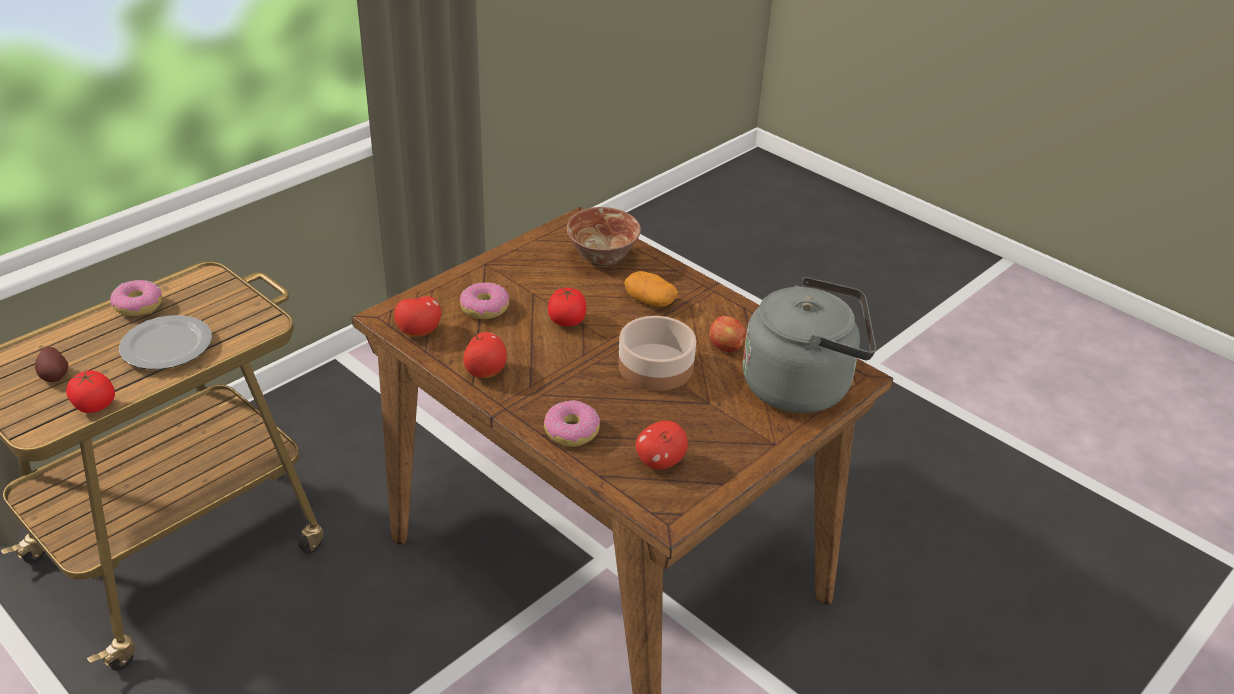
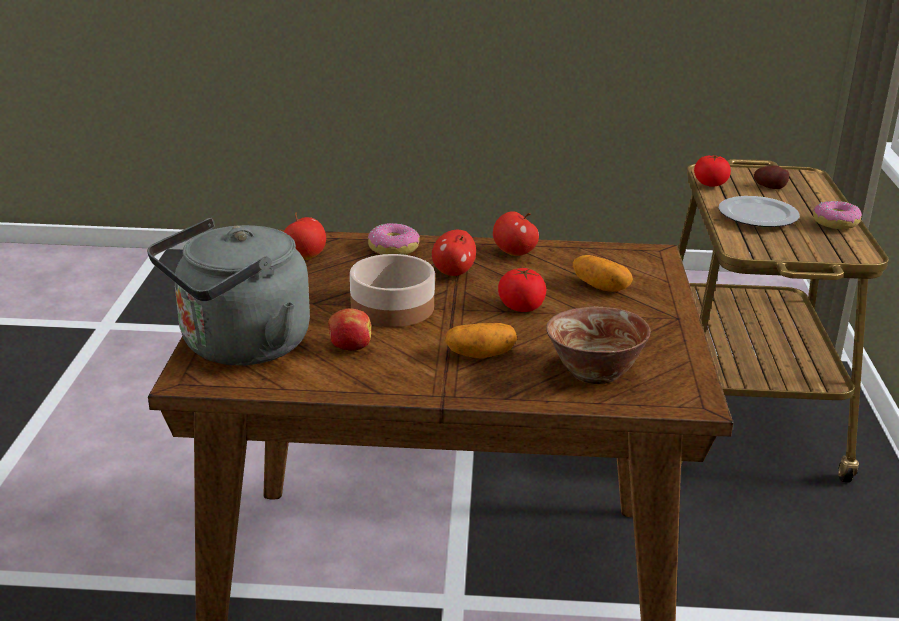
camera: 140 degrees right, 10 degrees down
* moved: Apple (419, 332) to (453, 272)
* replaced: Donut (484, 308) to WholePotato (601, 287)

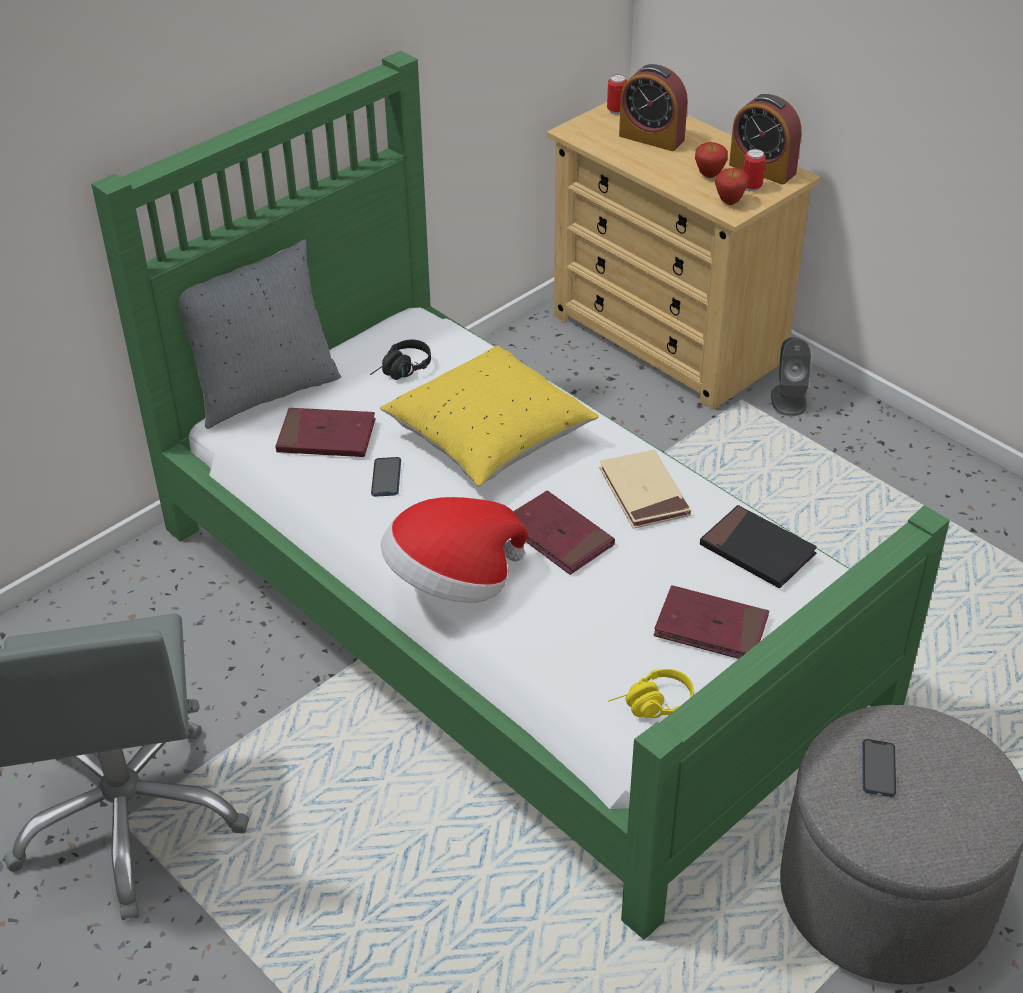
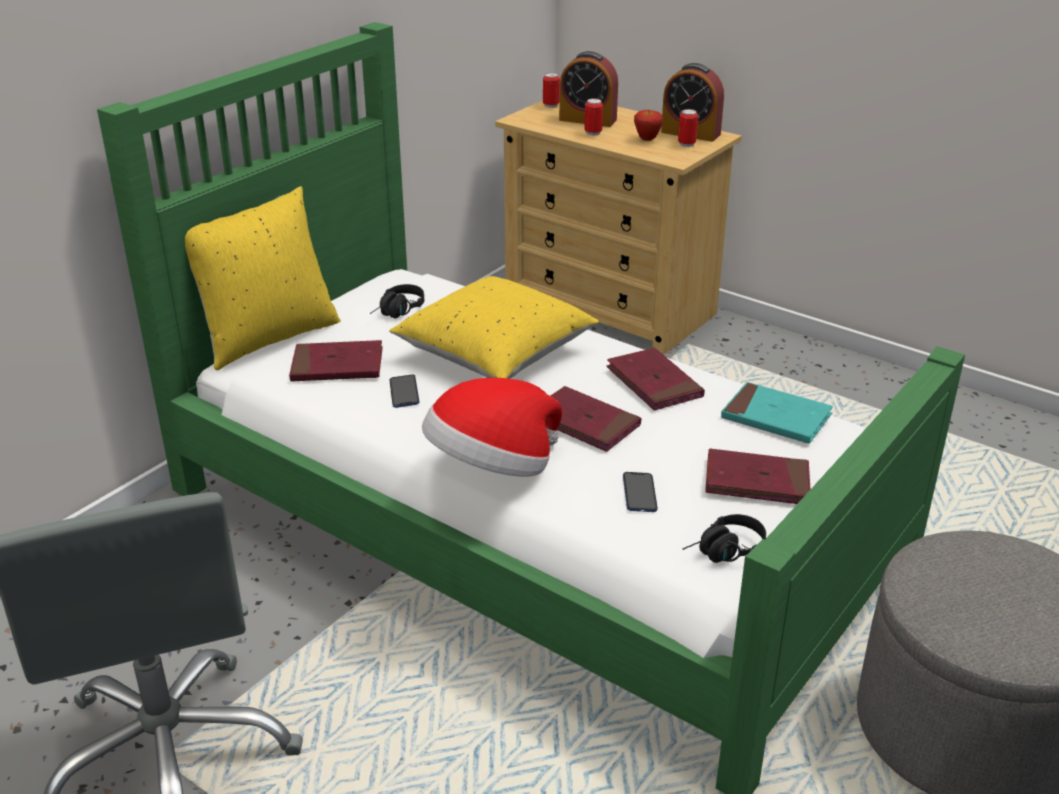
camera: 10 degrees left, 10 degrees down
* removed: Apple (729, 202)
* removed: GraySpeaker (788, 399)
* added: SealedCan (593, 133)
* moved: Telephone (878, 769) to (639, 493)
* recoloured: GrayCushion (264, 391) to YellowCushion (267, 337)
* recoloured: SandColouredBook (643, 493) to ReddishBook (654, 383)
* recoloured: YellowHeadphones (651, 706) to BlackColouredHeadphones (724, 553)
* recoloured: BlackColouredBook (757, 551) to TurquoiseColouredBook (776, 417)

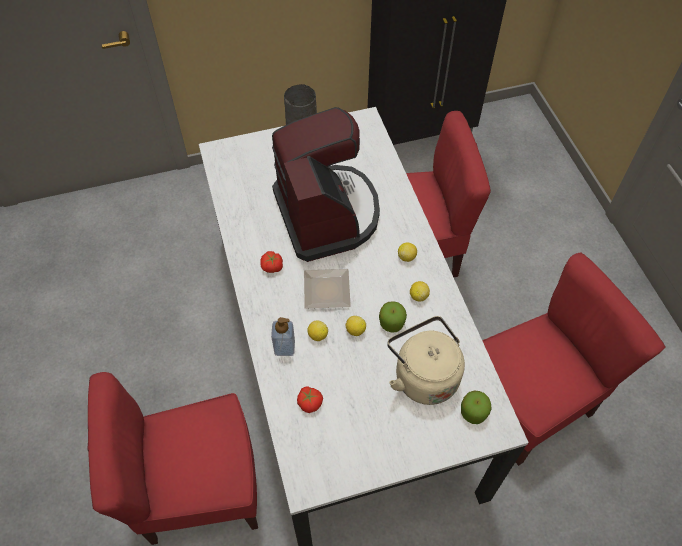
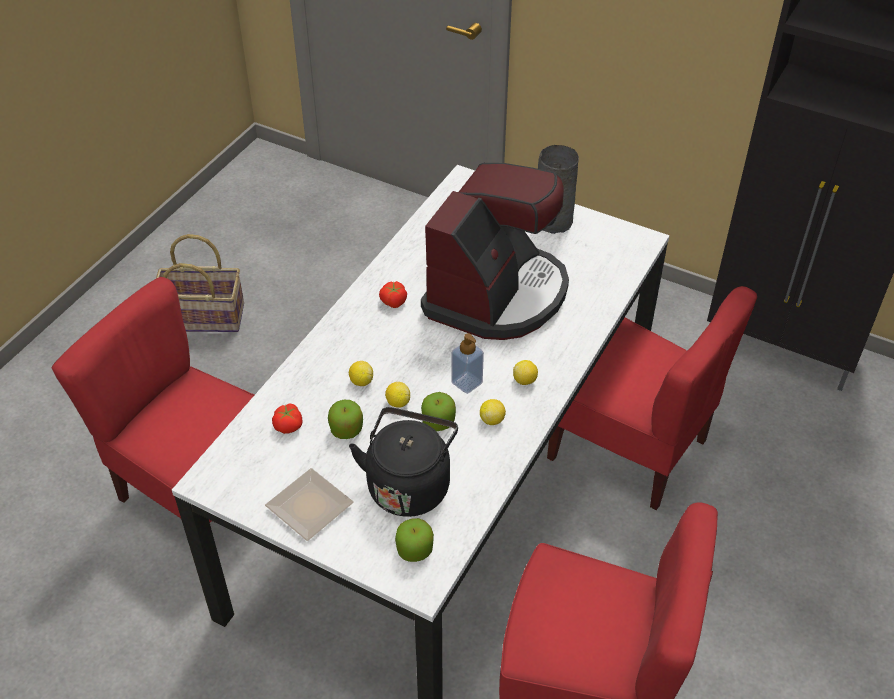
camera: 45 degrees right, 10 degrees down
* added: StorageBasket (203, 316)
* added: Apple (346, 429)
* moved: LiquidSoapBottle (284, 347) to (467, 382)
* moved: Plate (328, 292) to (309, 509)
* recoloured: SandColouredKettle (423, 375) to BlackColouredKettle (409, 484)

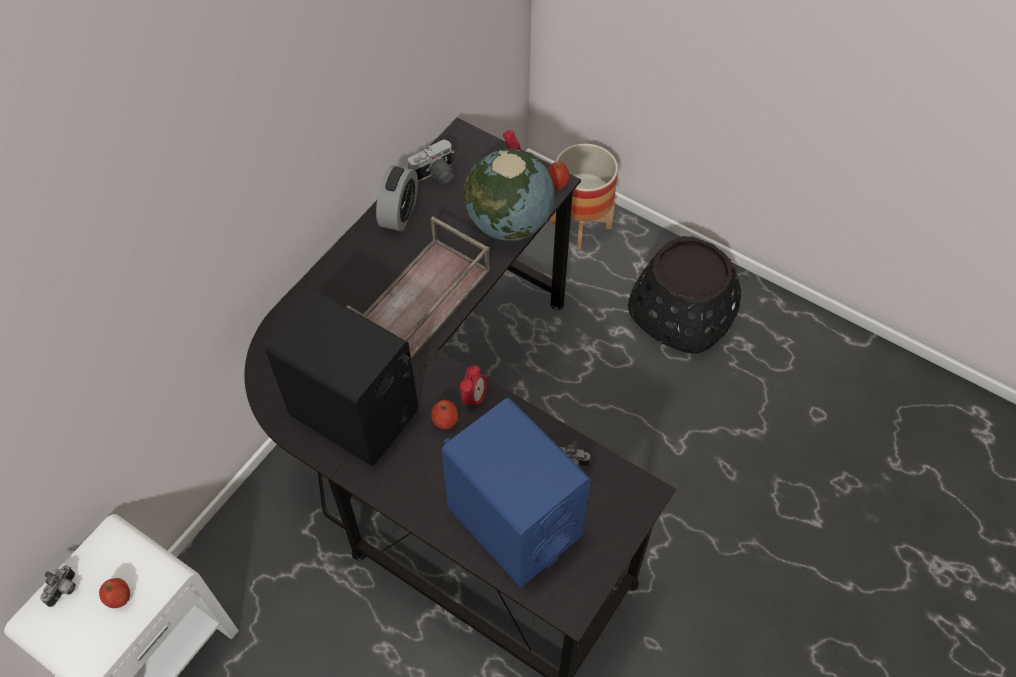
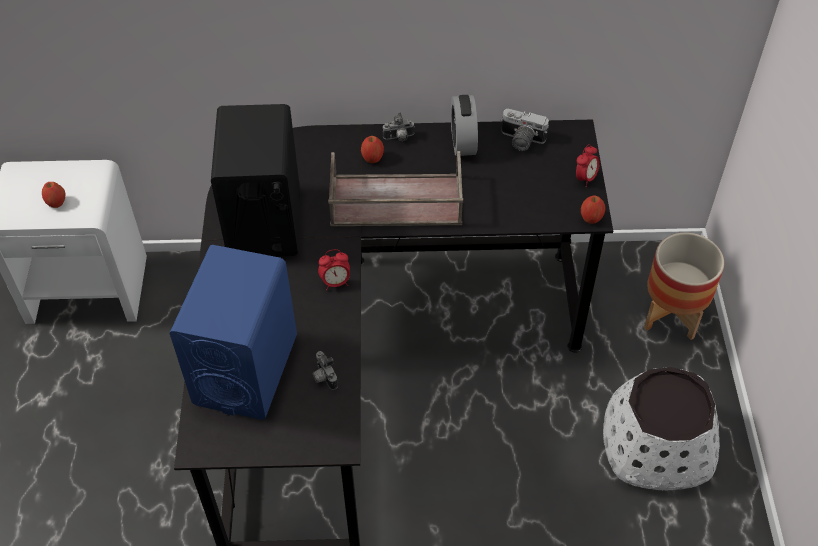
camera: 55 degrees right, 5 degrees down
* removed: WorldGlobe (509, 224)
* moved: StillCamera (65, 590) to (399, 138)
* moved: Apple (445, 421) to (372, 158)
* recoloured: BlackColouredPlantPot (681, 311) to WhiteColouredPlantPot (657, 444)
* turned: BedsideClock (399, 214) = (463, 142) 105 degrees clockwise

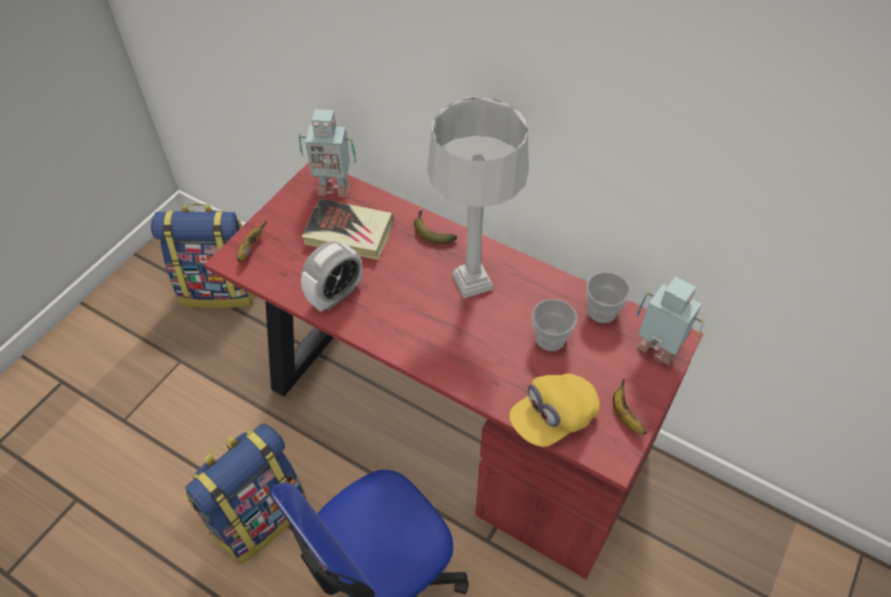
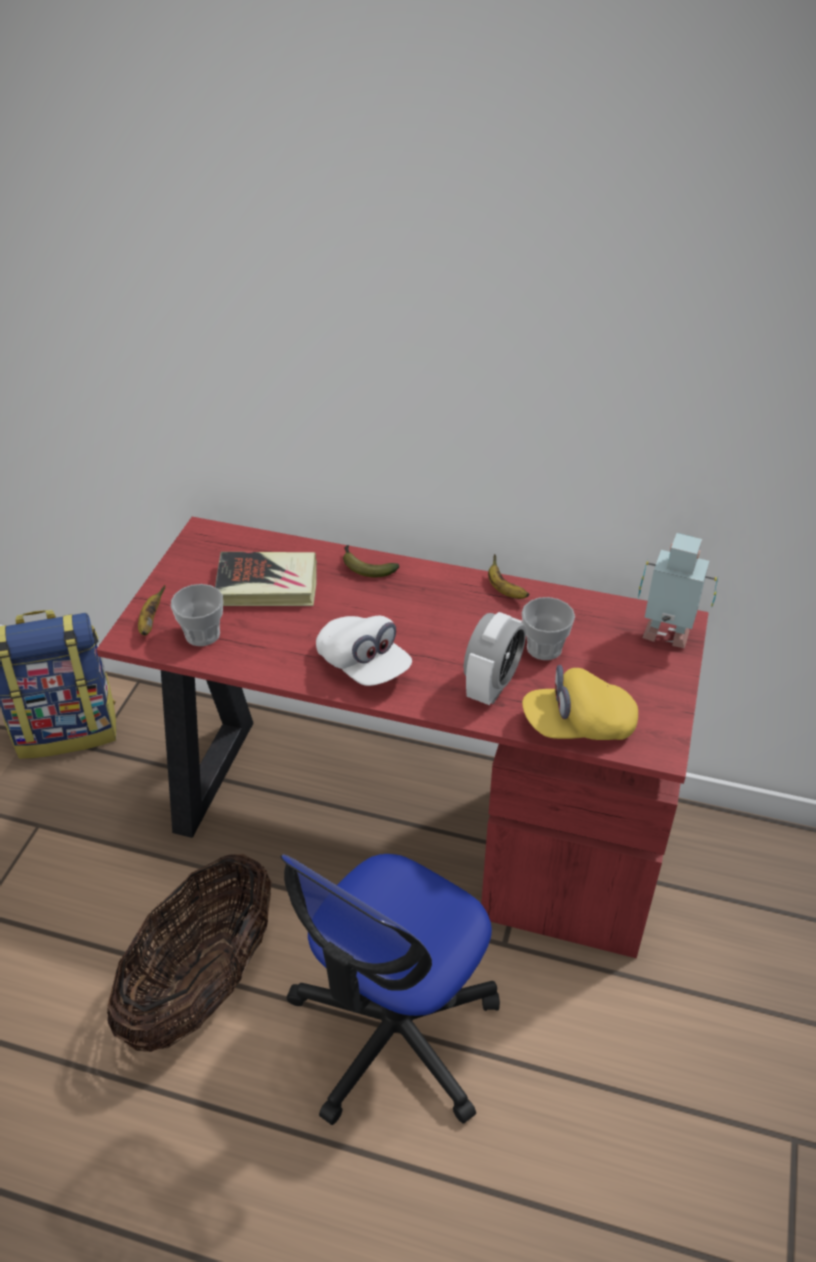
camera: 15 degrees left, 10 degrees down
* removed: RobotFigure (333, 186)
* removed: GrayTabletopLamp (473, 281)
* added: WhiteColouredBaseballCap (364, 665)
* moved: BedsideClock (335, 295) to (492, 685)
* moved: SmallCup (602, 311) to (202, 634)
* moved: Banana (625, 416) to (504, 590)
* replaced: Rucksack (259, 515) to StorageBasket (203, 985)
* turned: YellowBaseballCap (553, 418) = (578, 725) 45 degrees clockwise

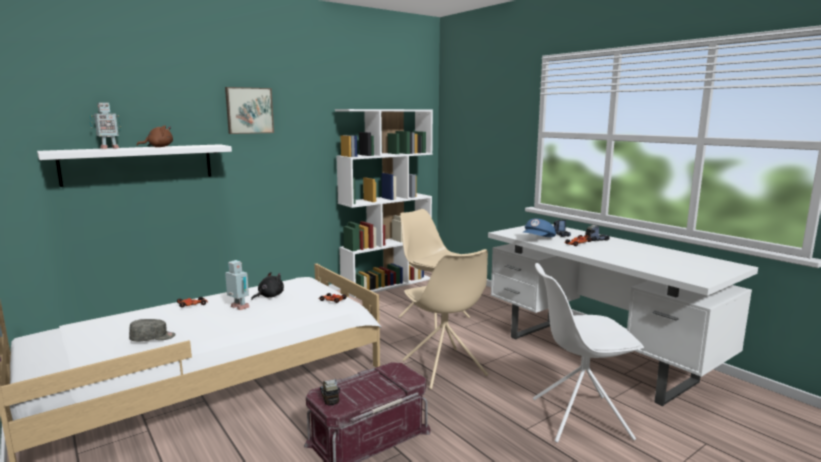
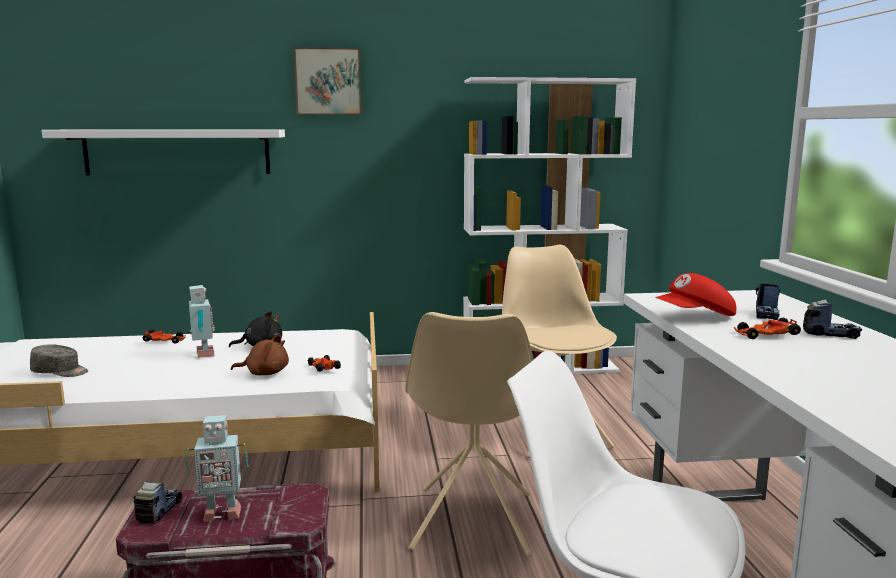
camera: 30 degrees right, 0 degrees up
* moved: RobotFigure (108, 148) to (221, 513)
* moved: BrownCuddlyToy (158, 147) to (265, 373)
* recoloured: BluishBaseballCap (538, 239) to ReddishBaseballCap (695, 317)

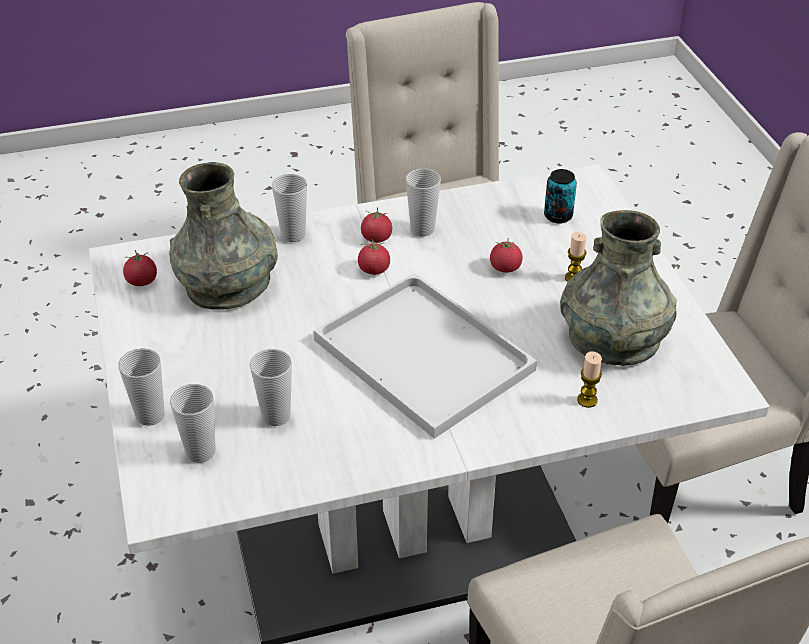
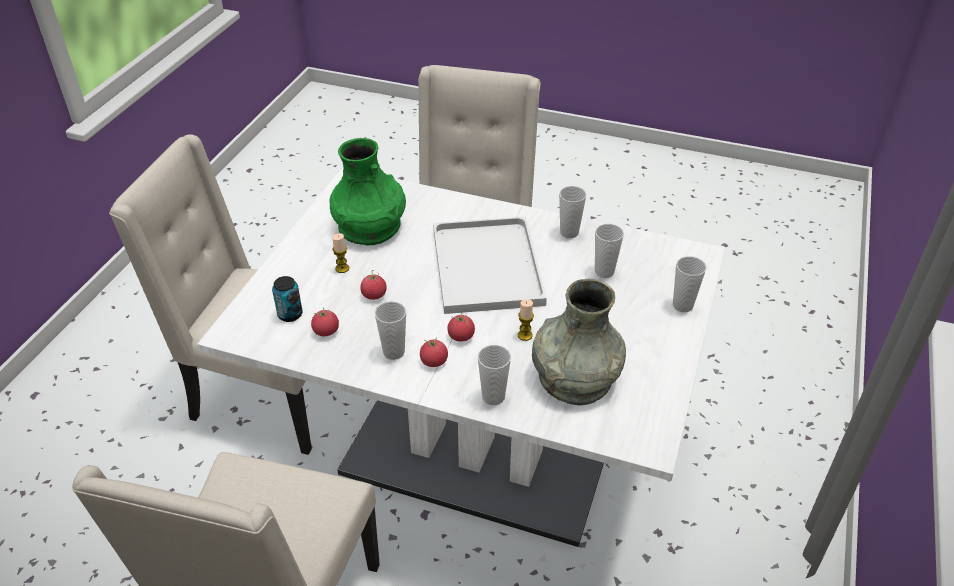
camera: 145 degrees left, 0 degrees up
* moved: WholeTomato (142, 281) to (326, 331)
* moved: SmallCup (200, 452) to (569, 232)
* moved: Candle (587, 400) to (525, 335)
* recoloured: GrayVase (613, 338) to GreenVase (369, 226)

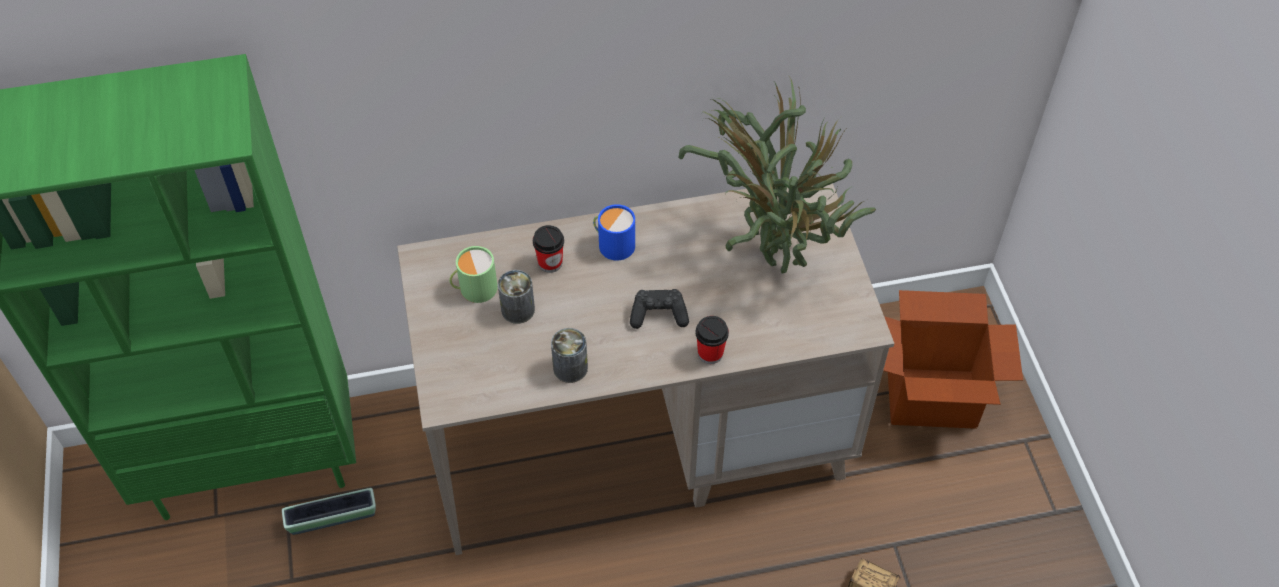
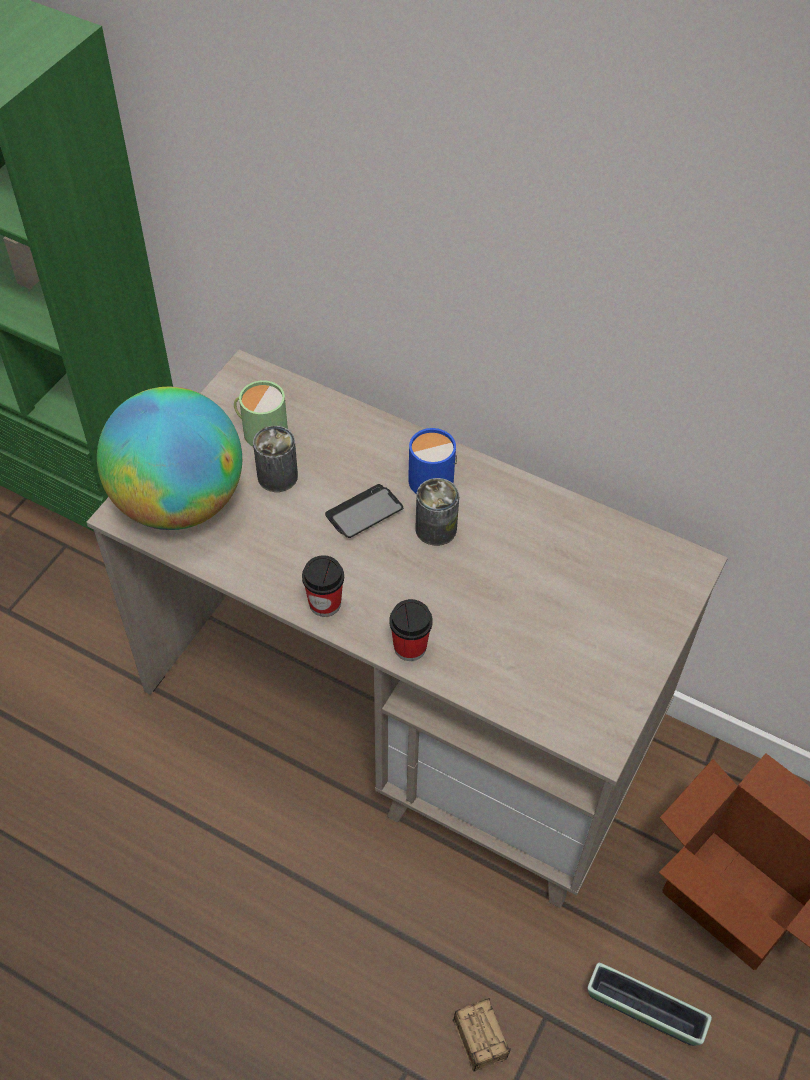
camera: 40 degrees right, 0 degrees up
* removed: BlackColouredGameController (658, 315)
* removed: PlantInAPot (775, 252)
* added: WorldGlobe (179, 502)
* added: Telephone (364, 512)
* moved: PlantPot (332, 518) to (644, 1011)
* moved: SmallCup (550, 263) to (325, 603)
* moved: SealedCan (570, 368) to (436, 528)

